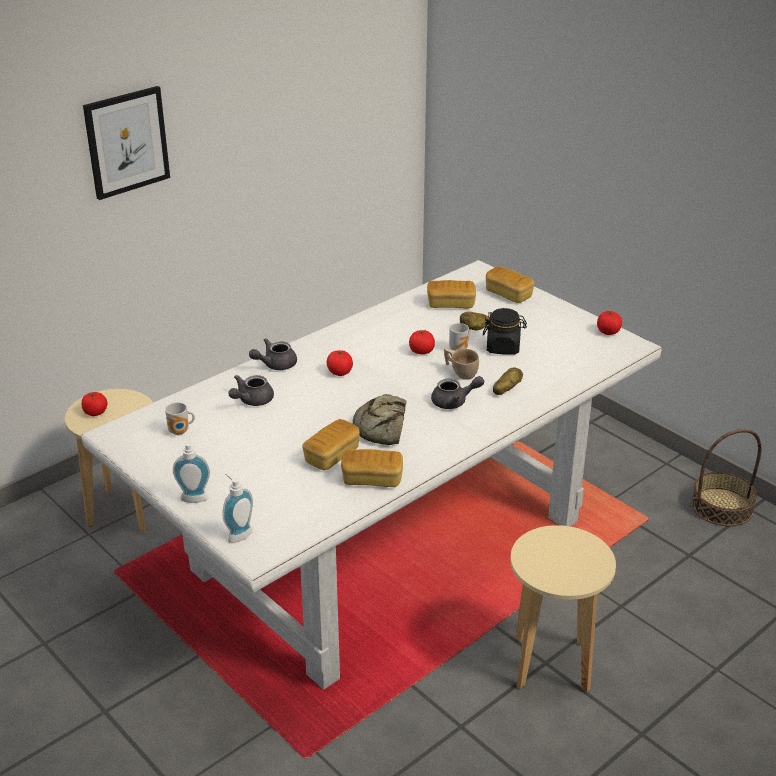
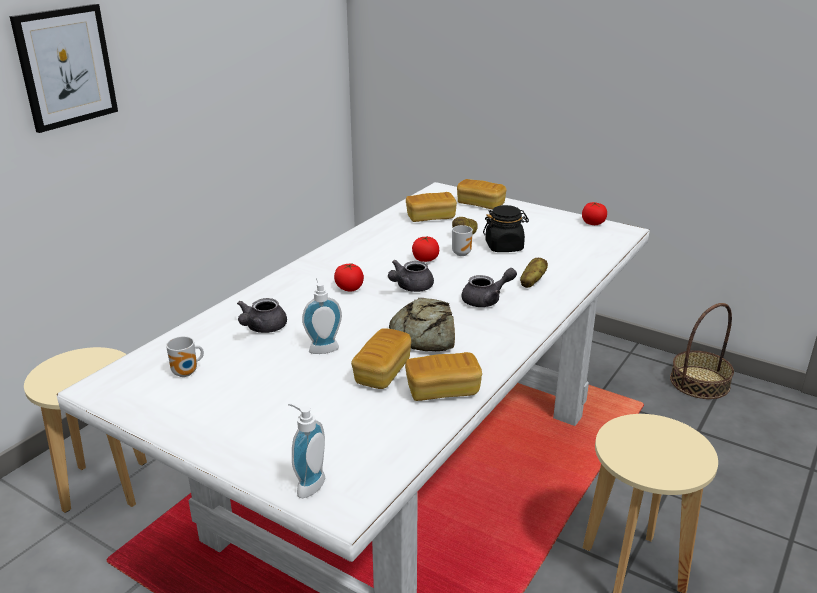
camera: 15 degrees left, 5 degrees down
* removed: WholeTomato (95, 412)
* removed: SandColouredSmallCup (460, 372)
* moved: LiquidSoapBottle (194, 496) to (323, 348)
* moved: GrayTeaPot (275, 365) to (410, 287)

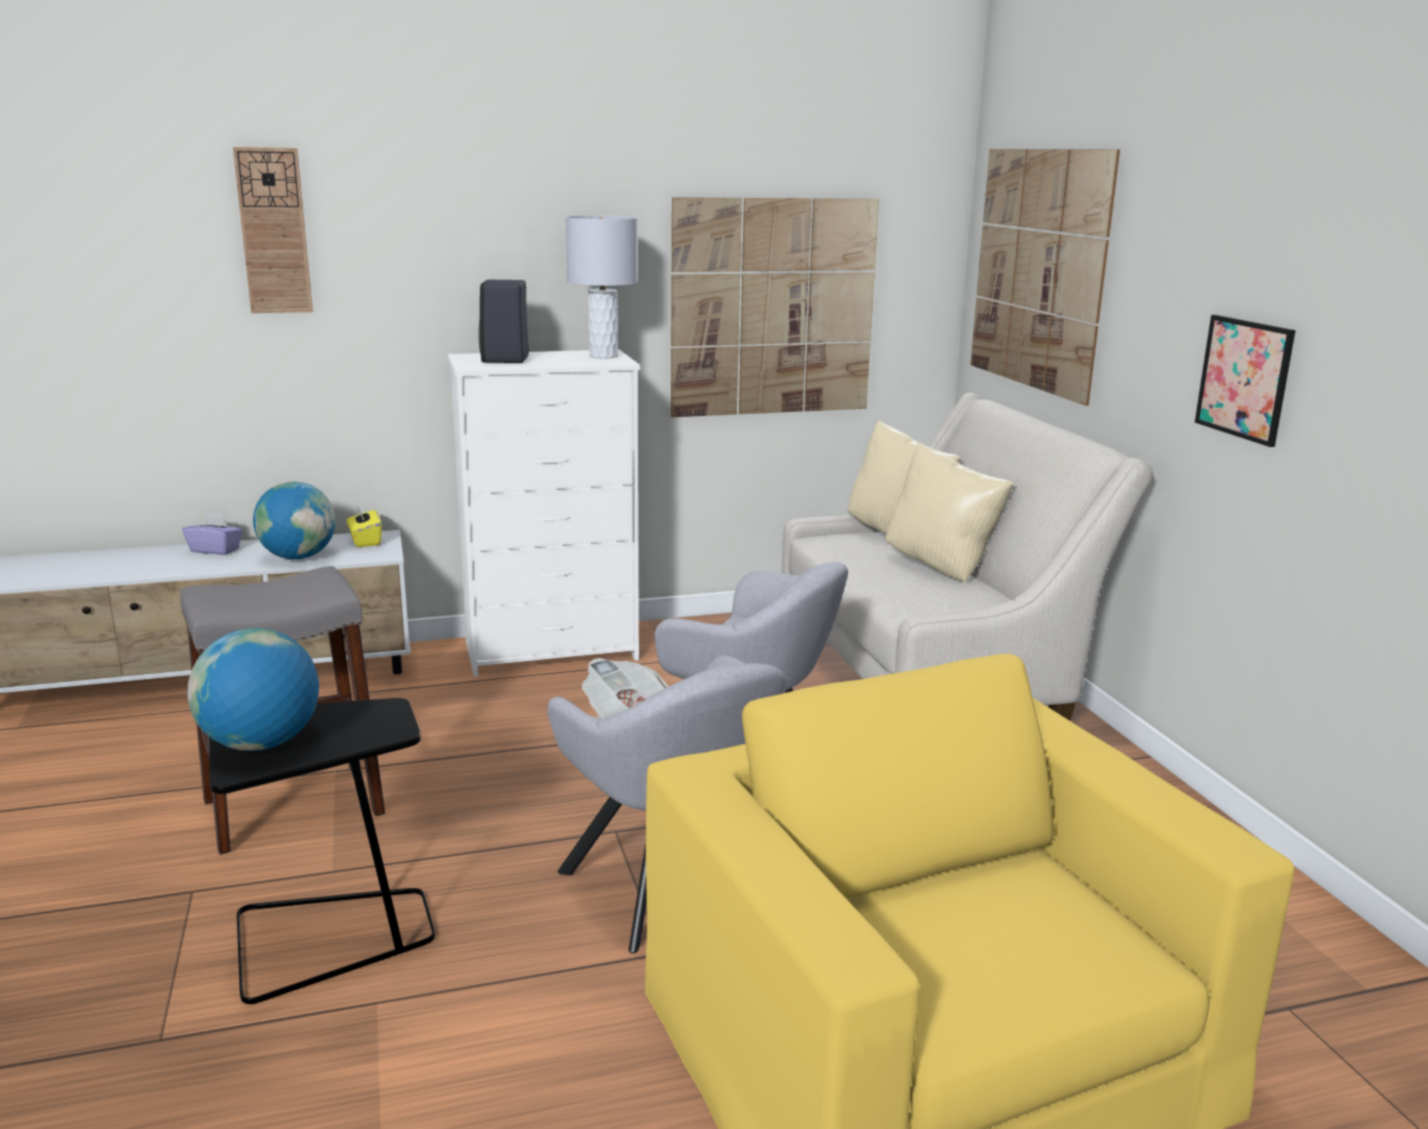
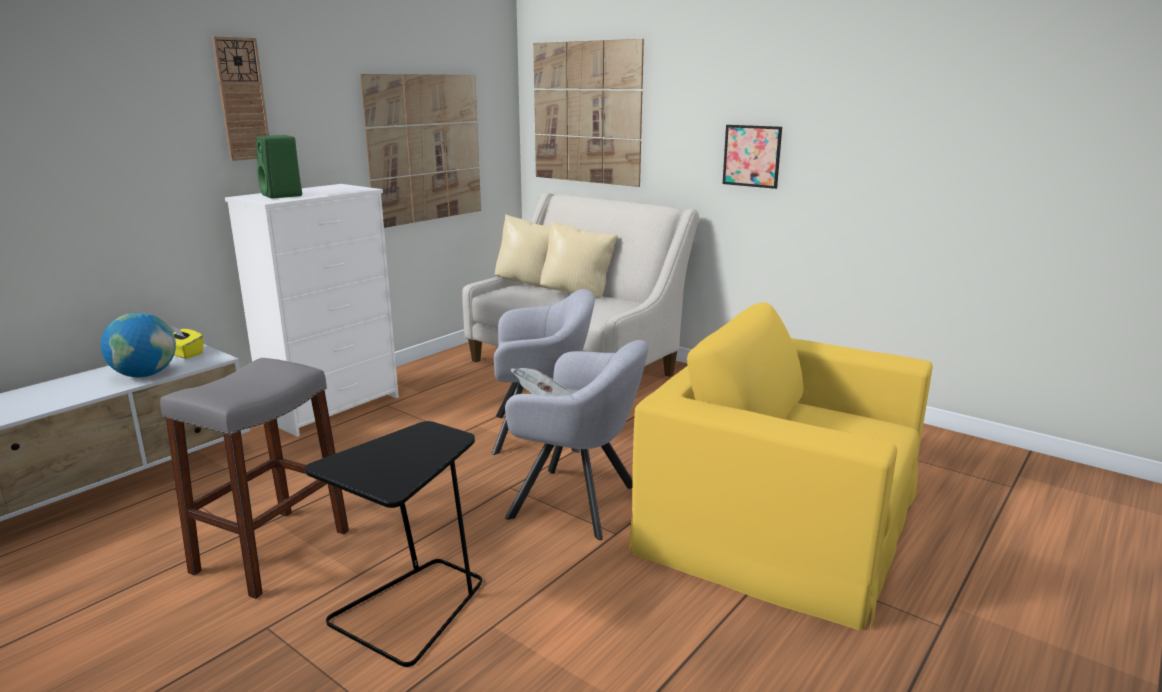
camera: 35 degrees left, 0 degrees up
* removed: PurplishTissueBox (215, 550)
* removed: WorldGlobe (261, 744)
* removed: GrayTabletopLamp (604, 356)
* moved: ClockOnTheWall (274, 231) to (242, 99)
* recoloured: BlackColouredSpeaker (505, 360) to GreenSpeaker (282, 195)

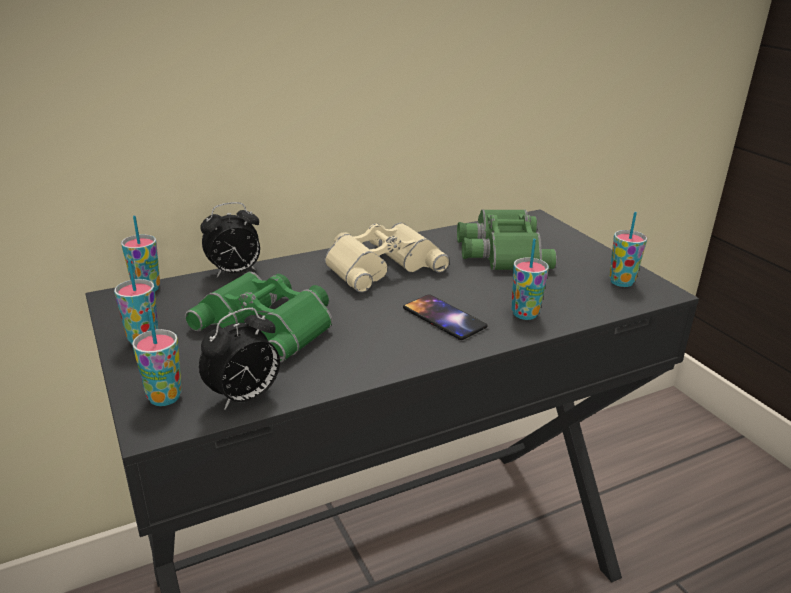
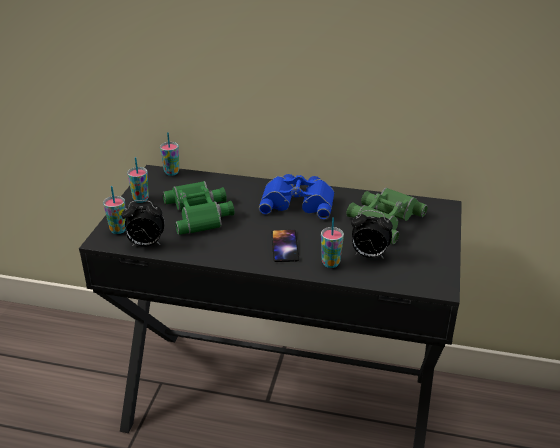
camera: 40 degrees right, 5 degrees up
* removed: SmallCup (621, 282)
* moved: BedsideClock (235, 273) to (369, 255)
* recoloured: SandColouredFieldGlasses (381, 264) to BluishFieldGlasses (298, 202)

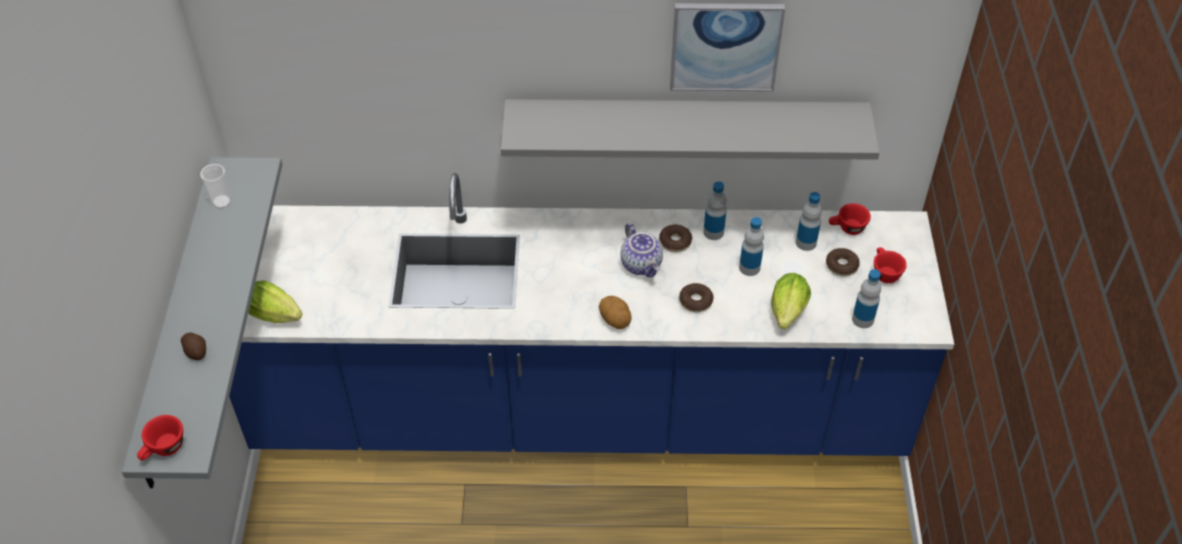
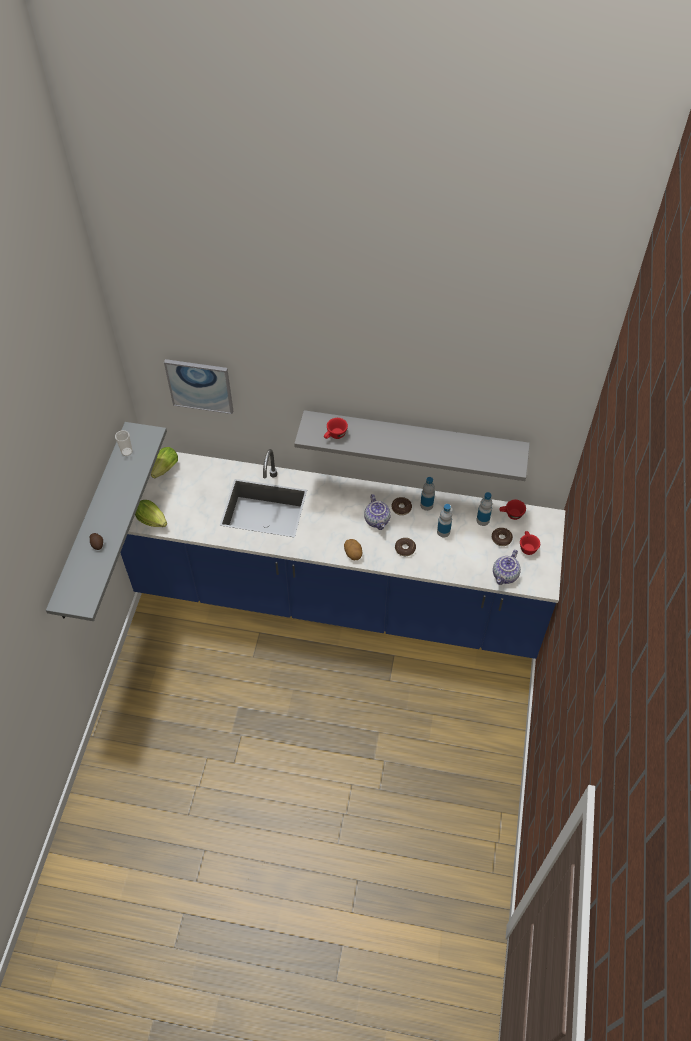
camera: 10 degrees right, 5 degrees up
* moved: ReddishSmallCup (164, 449) to (335, 436)
* moved: Picture (725, 45) to (200, 385)
* moved: HeadOfLettuce (787, 314) to (164, 470)
* replaced: Bottle (862, 319) to TeaPot (505, 576)

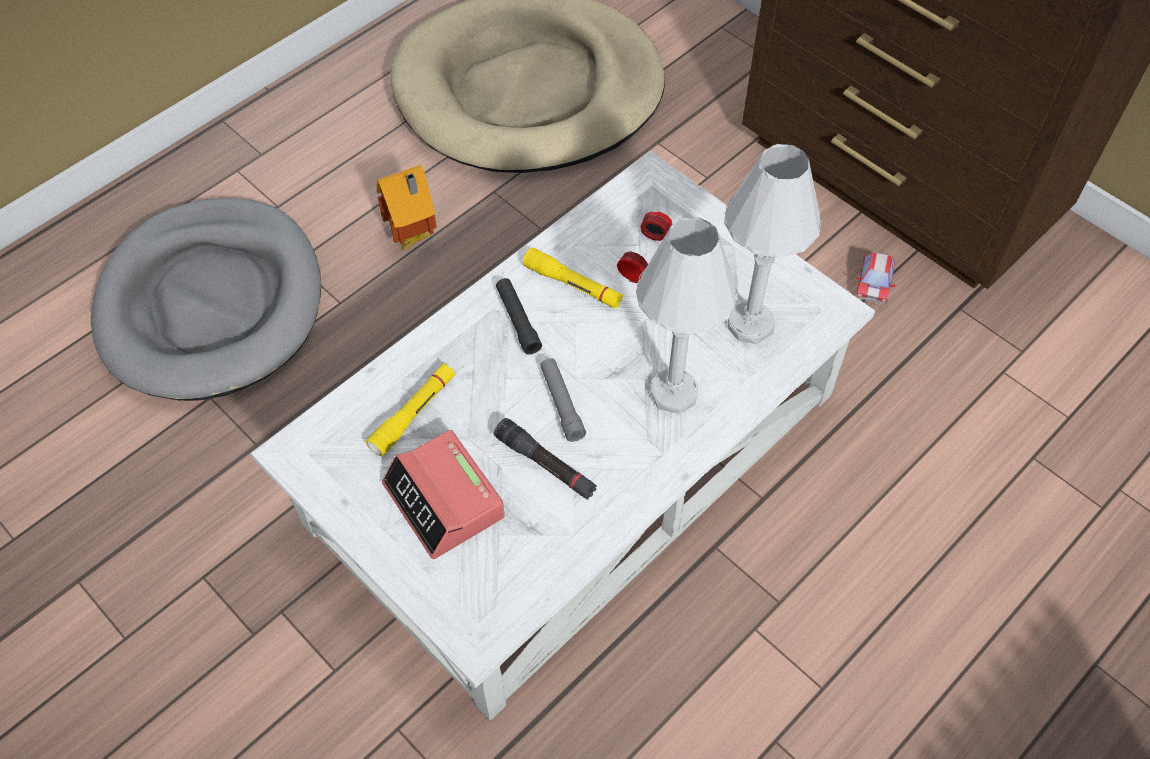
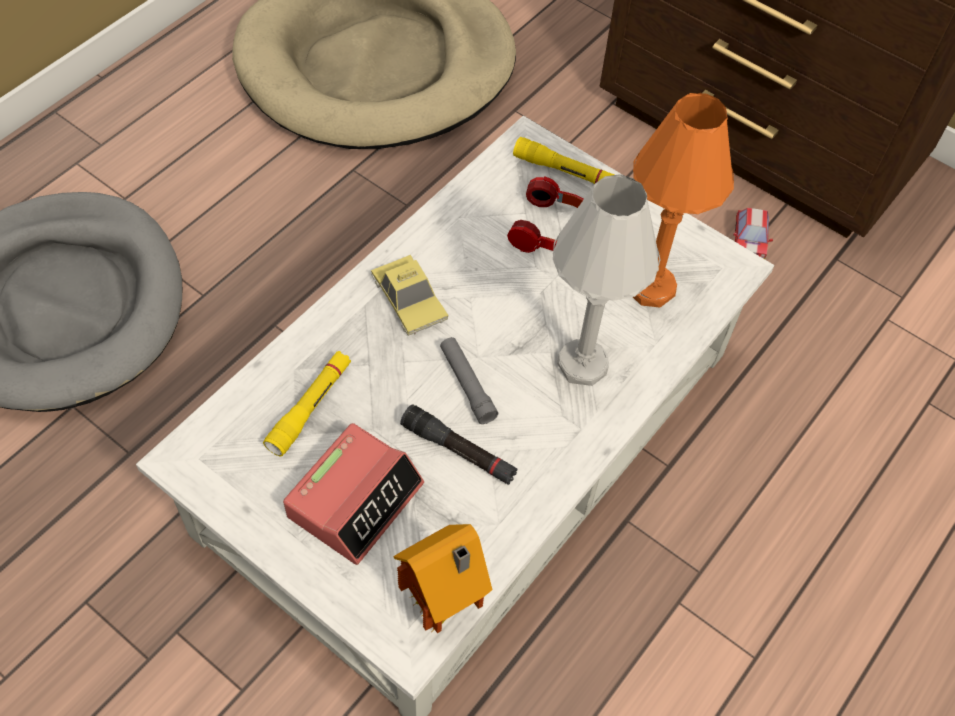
camera: 10 degrees left, 0 degrees up
* moved: ModelHouse (413, 239) to (444, 606)
* moved: YellowFlashlight (573, 285) to (564, 171)
* replaced: BlackColouredFlashlight (518, 320) to ToyCar (409, 300)
* recoloured: WhiteColouredTabletopLamp (750, 324) to OrangeTabletopLamp (651, 287)
* turned: BedsideClock (444, 501) = (355, 499) 105 degrees counterclockwise

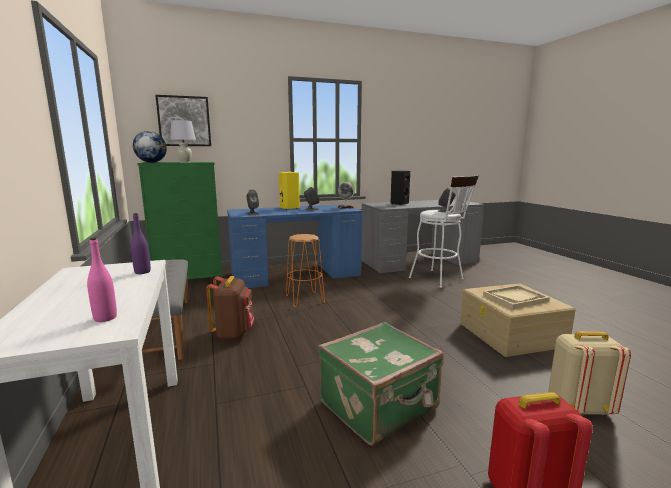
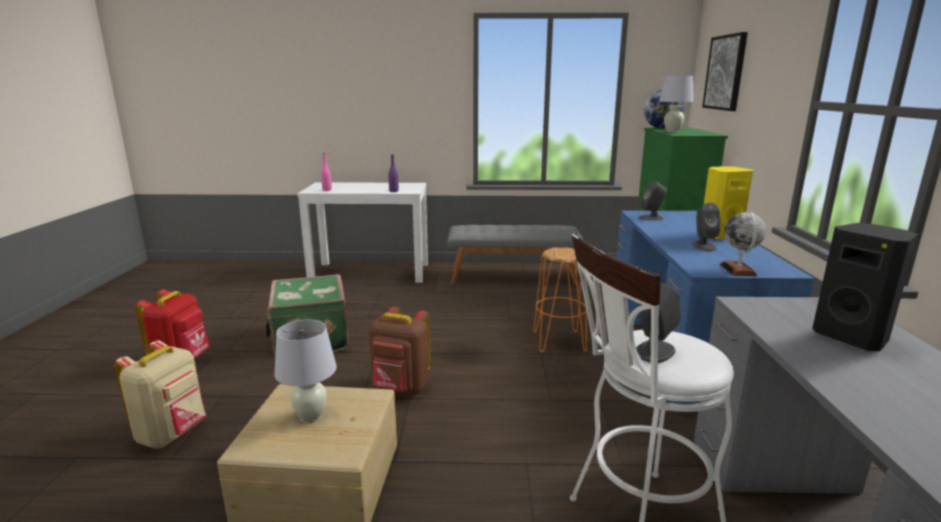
camera: 110 degrees right, 5 degrees up
* moved: BrownRucksack (233, 334) to (401, 388)
* replaced: SandColouredTray (515, 298) to WhiteColouredTabletopLamp (311, 416)

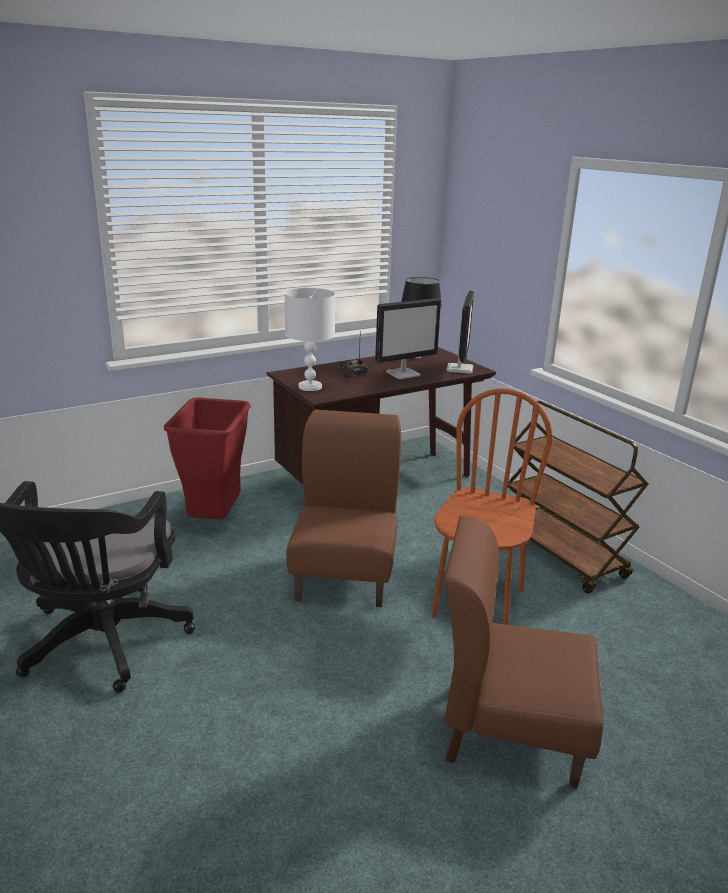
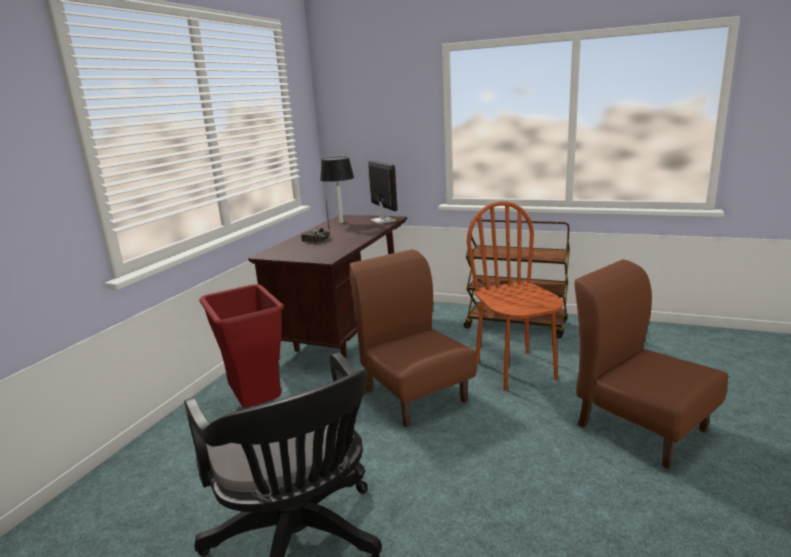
camera: 35 degrees left, 5 degrees down
* removed: WhiteColouredTabletopLamp (309, 387)
* removed: ComputerScreen (403, 374)
* turned: BrownUprightChair (510, 730) = (640, 427) 75 degrees clockwise

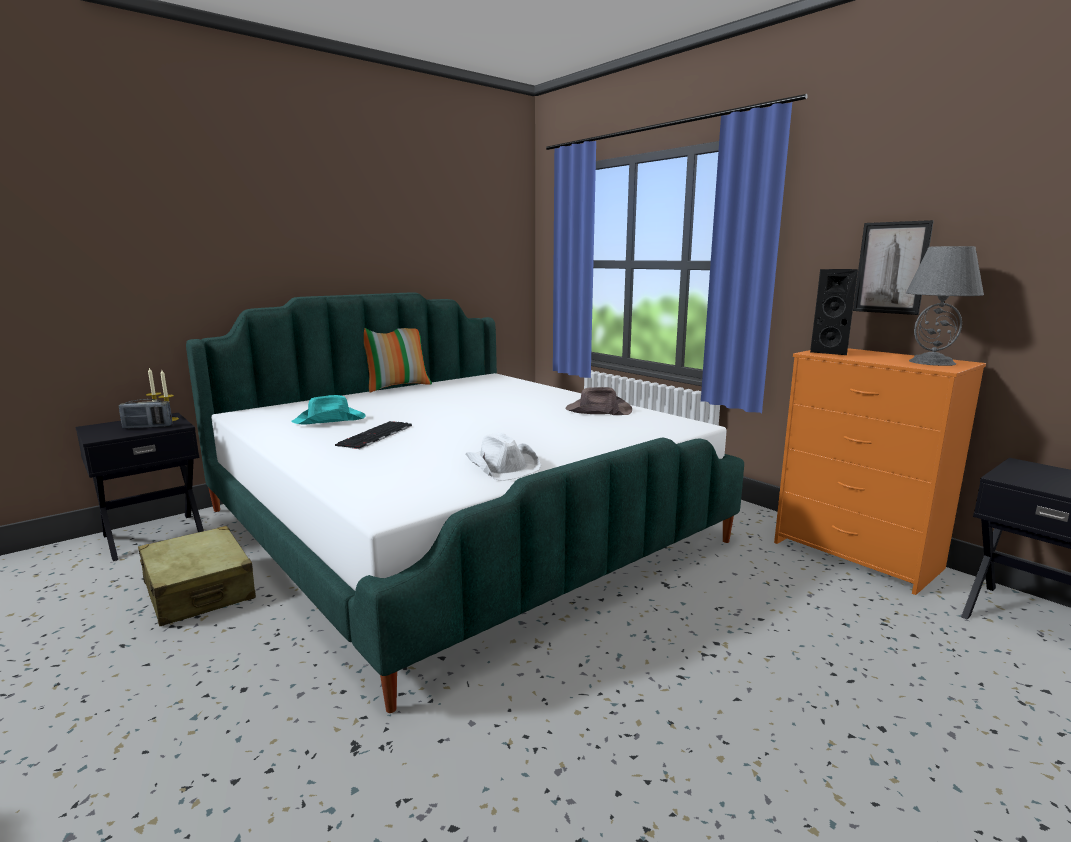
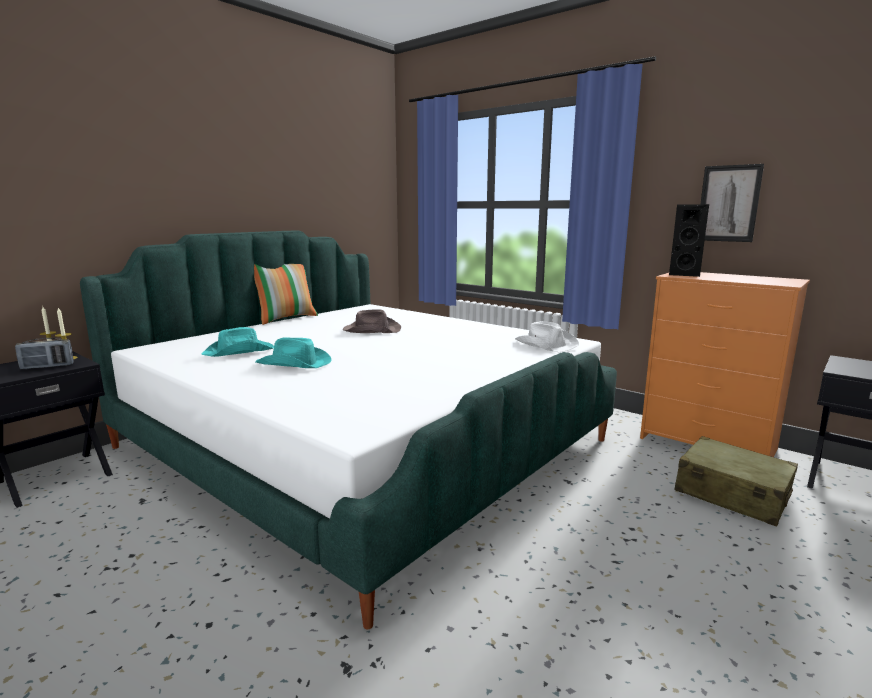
camera: 10 degrees left, 0 degrees up
* removed: GrayTabletopLamp (932, 362)
* moved: SandColouredPieceOfLuggage (199, 591) to (731, 494)
* moved: WhiteColouredWearableHat (503, 465) to (545, 344)
* moved: BrownWearableHat (598, 410) to (371, 330)
* replaced: ComputerKeyboard (376, 436) to TurquoiseColouredWearableHat (294, 363)

